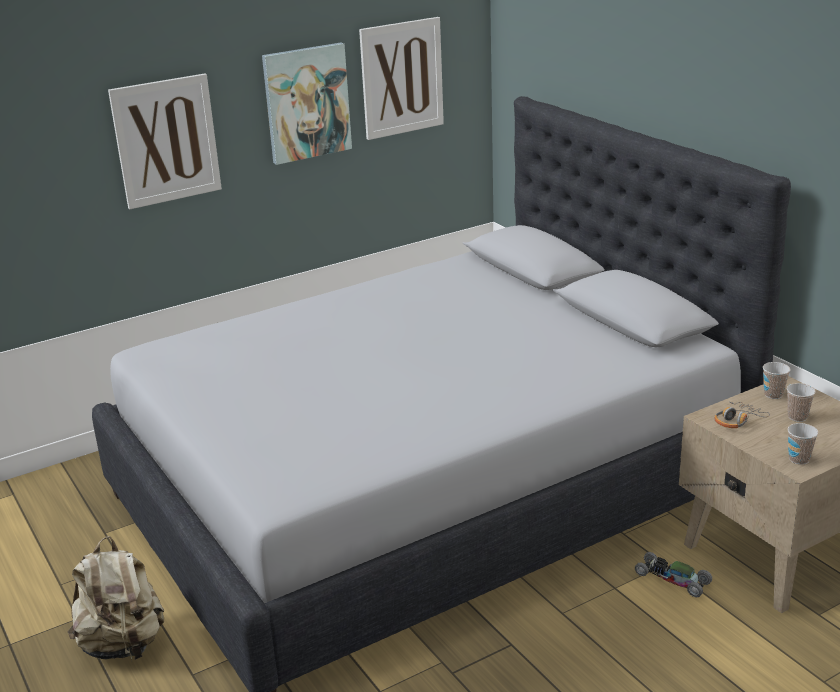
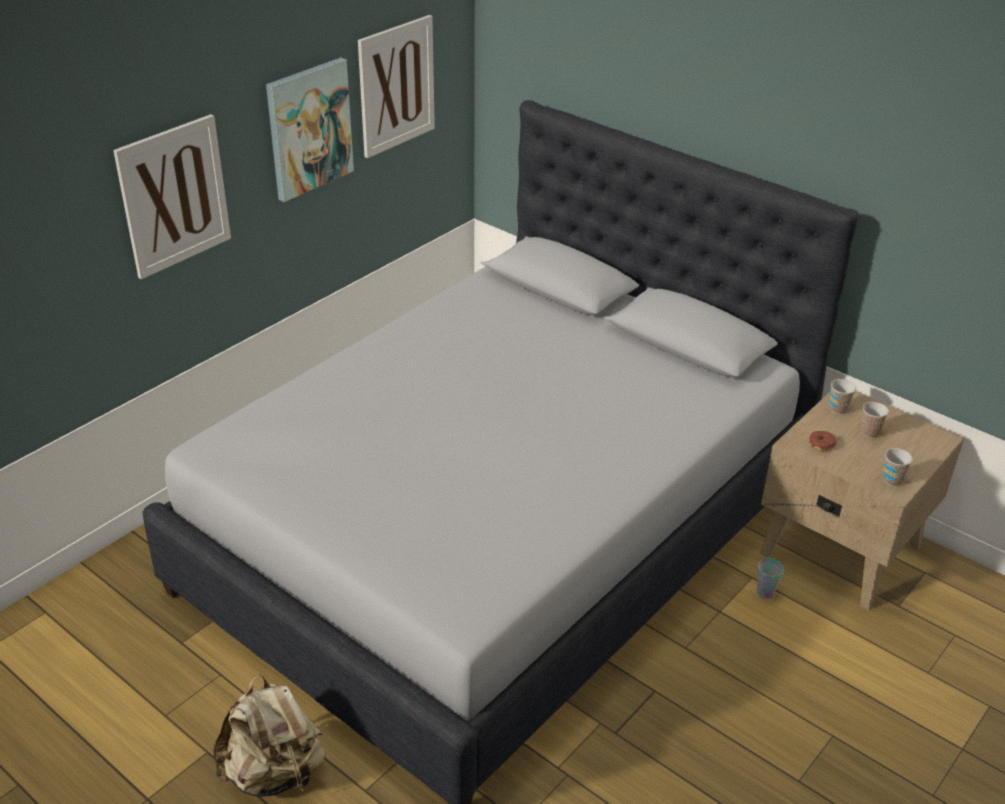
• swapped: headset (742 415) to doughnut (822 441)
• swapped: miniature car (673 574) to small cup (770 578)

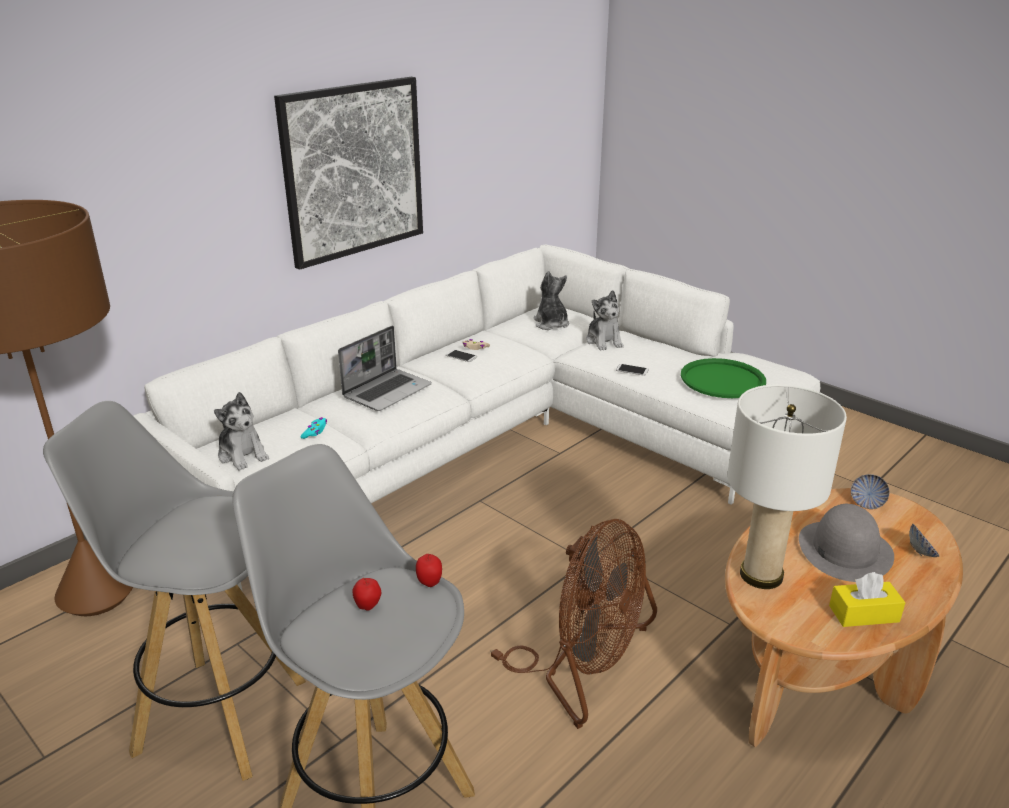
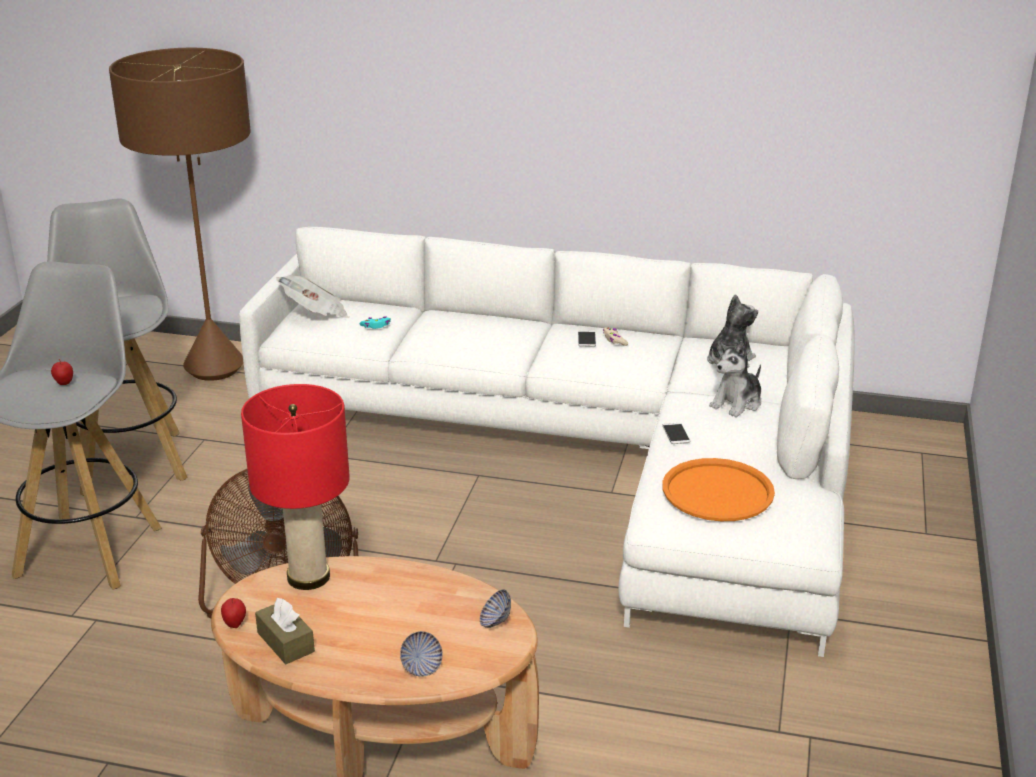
• gone: wall picture (348 173)
• gone: portable computer (385 368)
• repainted: green-coloured serving tray (723 378) to orange-coloured serving tray (718 489)
• repainted: whitish lamp for a table (787 486) to red lamp for a table (295 487)
• swapped: plush toy (241 431) to newspaper (312 296)
• gone: gray clothing hat (846 543)
• shifted: whole apple (429 570) to (233 613)
• repainted: yellowish tissue holder (867 599) to brown-coloured tissue holder (285 631)

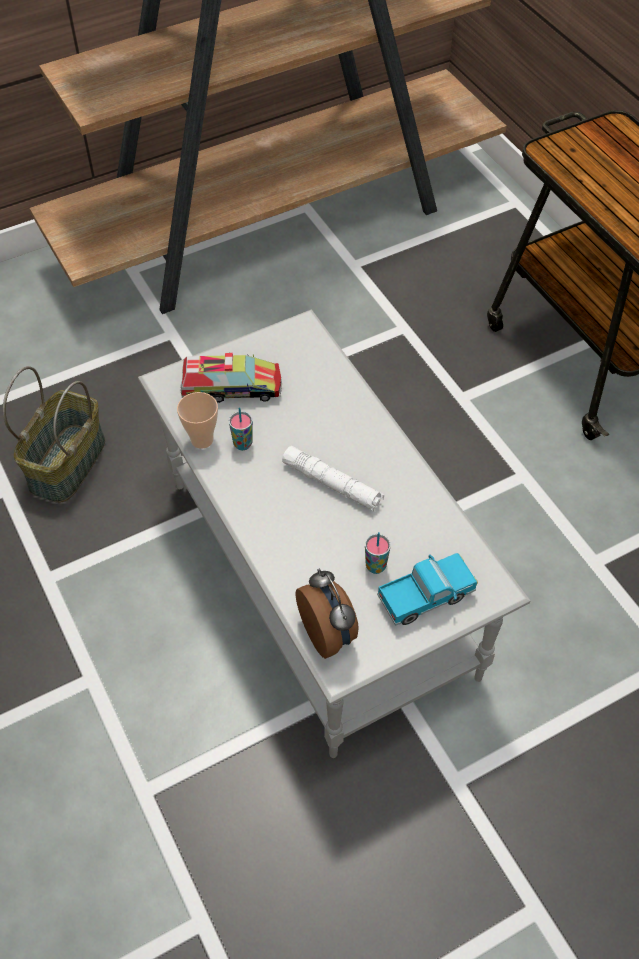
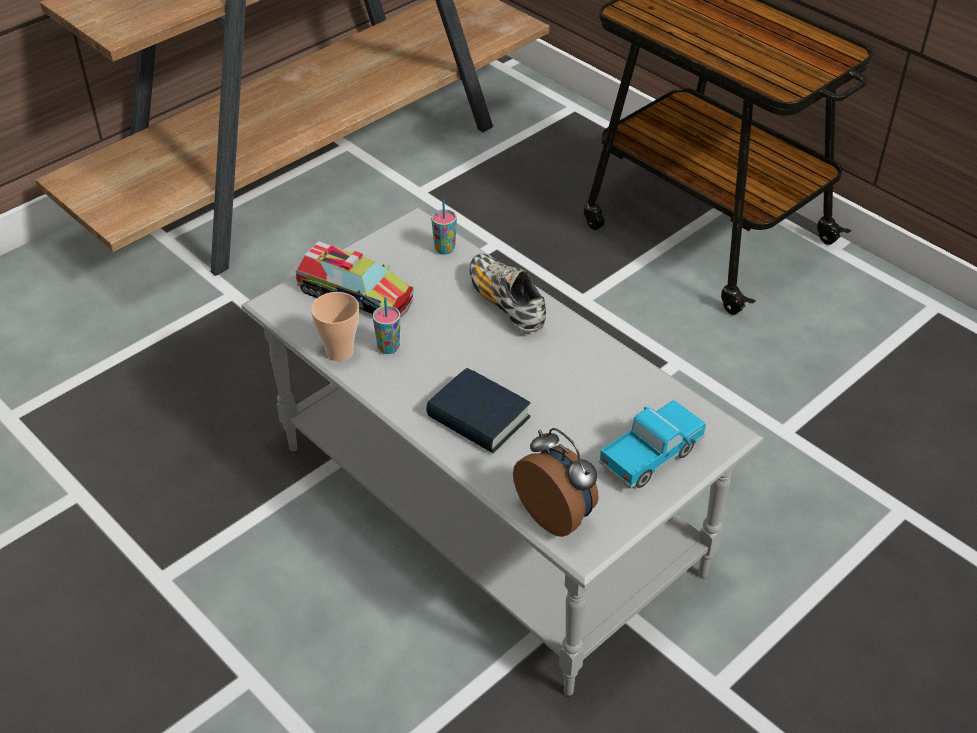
• rotated: model truck (231 378) = (355 279) 45 degrees clockwise
• gone: household basket (54 434)
• gone: whitish torch (333 478)
• shifted: small cup (378 553) to (444 227)
• new: shoe (507 293)
• new: volume (478 410)

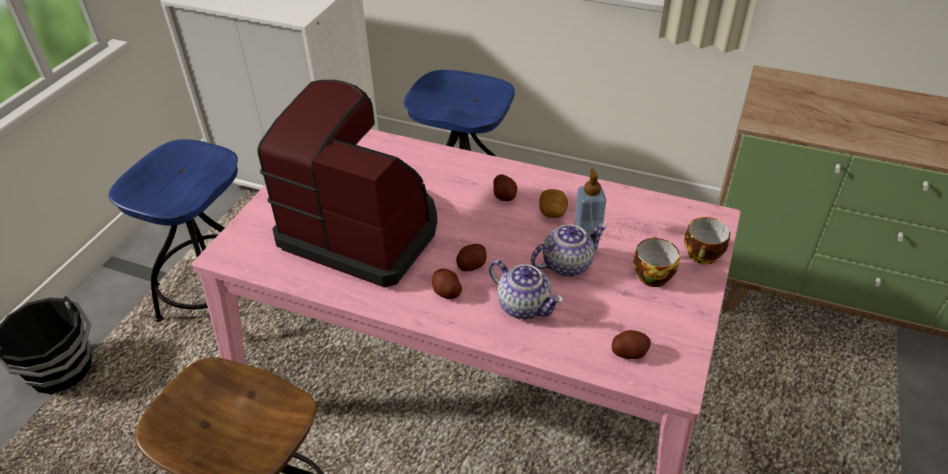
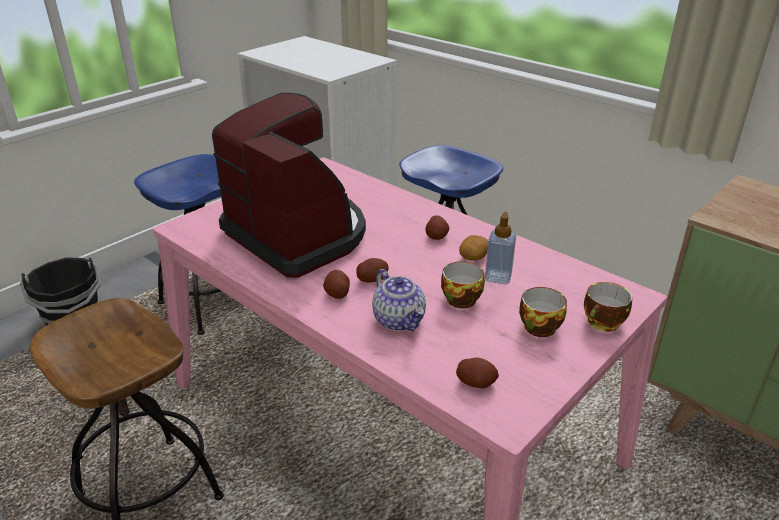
• swapped: tea pot (569 250) to small cup (463 285)

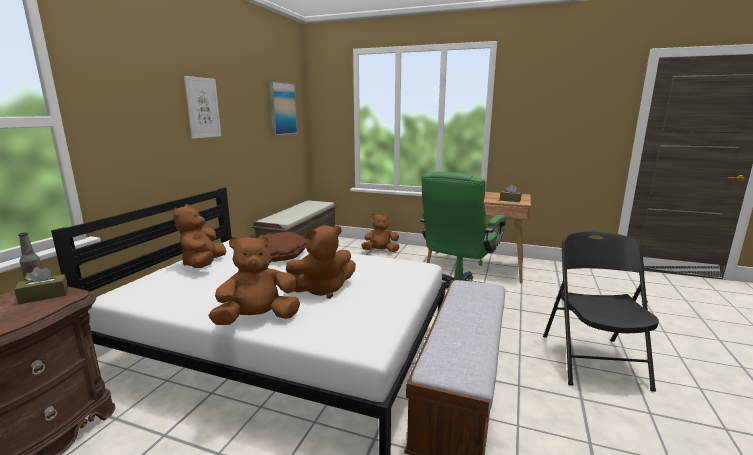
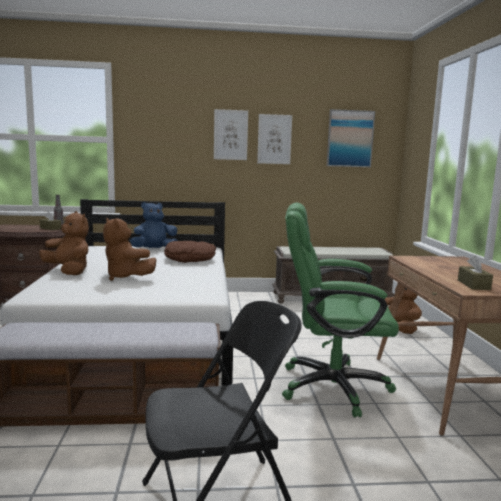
• repainted: brown-coloured plush toy (199 236) to blue-coloured plush toy (154 225)
• new: wall picture (274 139)

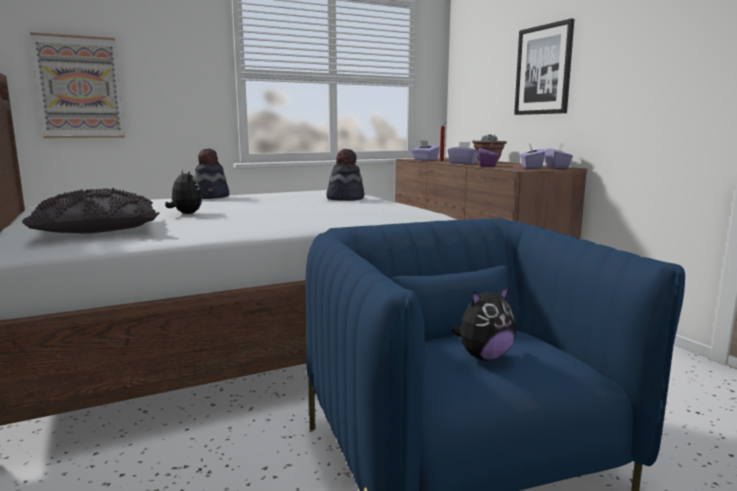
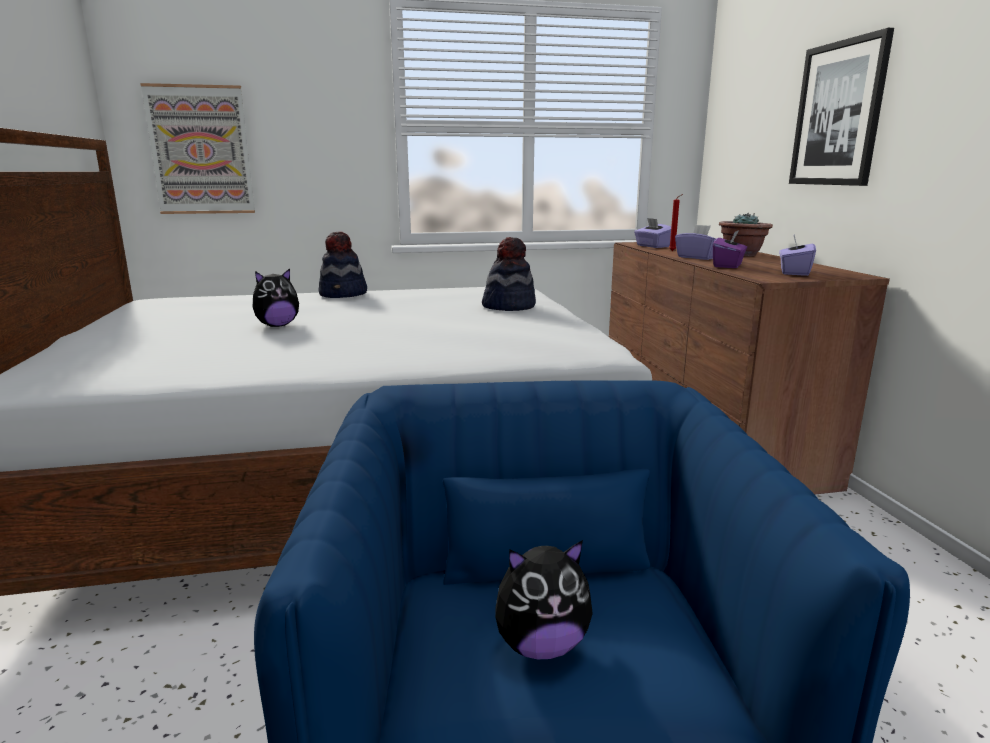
• gone: purple tissue holder (559 155)
• rotated: plush toy (183 192) = (276 297) 75 degrees clockwise
• gone: black throw pillow (90 210)

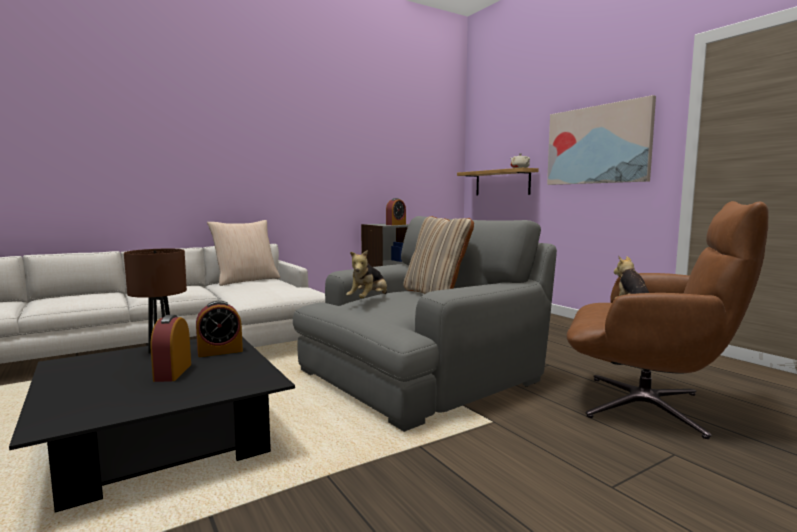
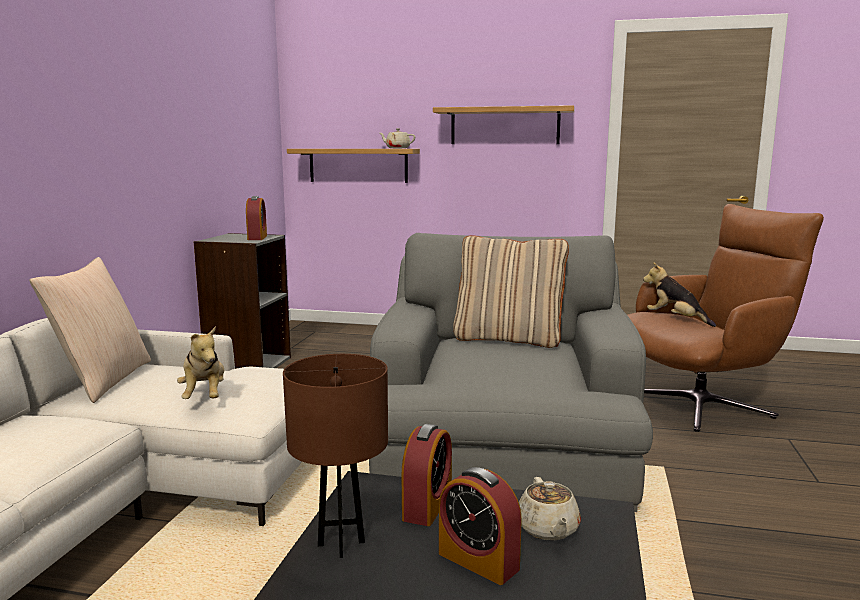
• swapped: wall picture (601 140) to shelf (504 124)
• shifted: plush toy (366 274) to (200 363)
• new: beige-coloured tea pot (550 509)

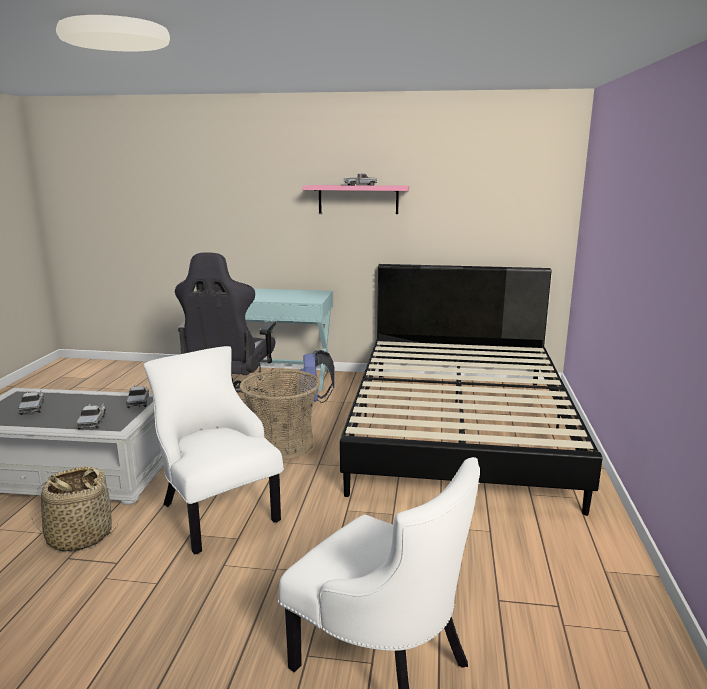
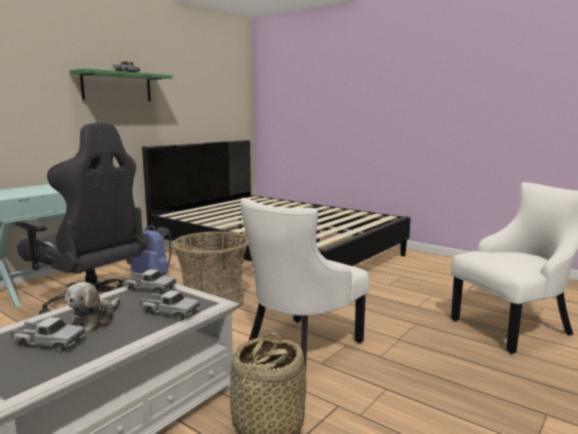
• repainted: pink shelf (355 199) to green-coloured shelf (121 84)
• rotated: whitish upright chair (213 450) = (305 284) 45 degrees counterclockwise
• new: plush toy (92 307)

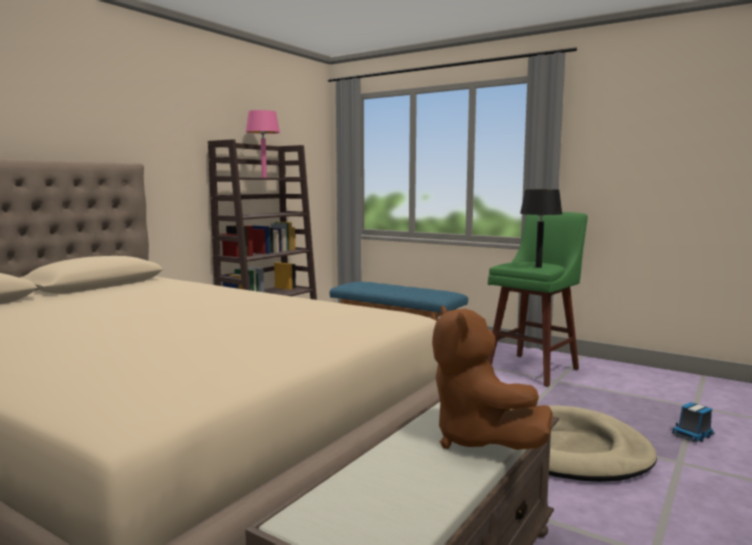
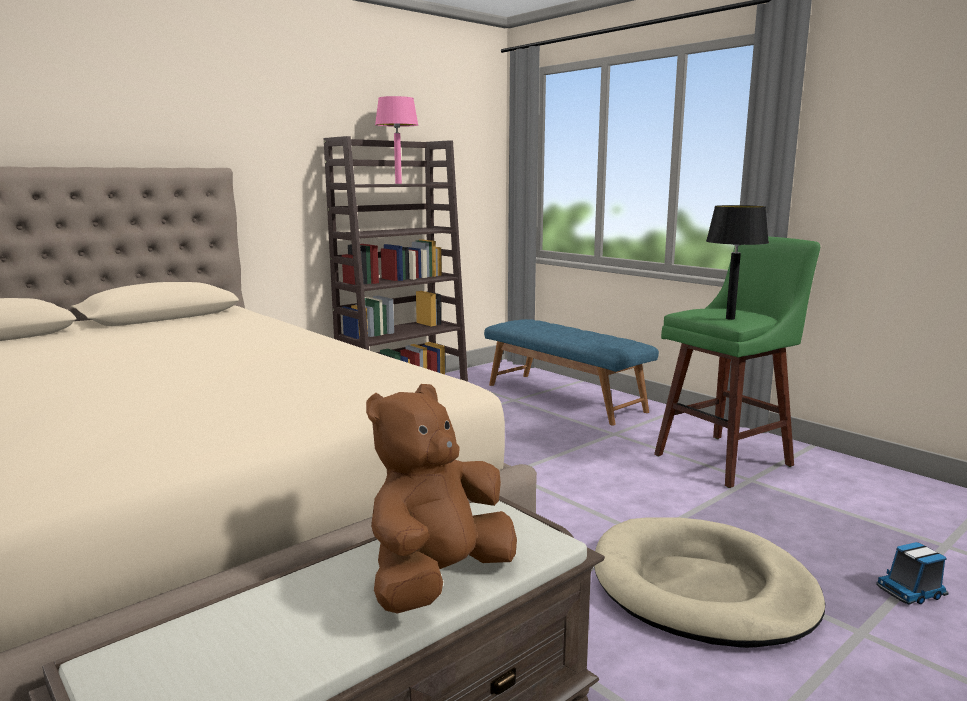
• rotated: brown-coloured plush toy (492 377) = (441 499) 45 degrees clockwise

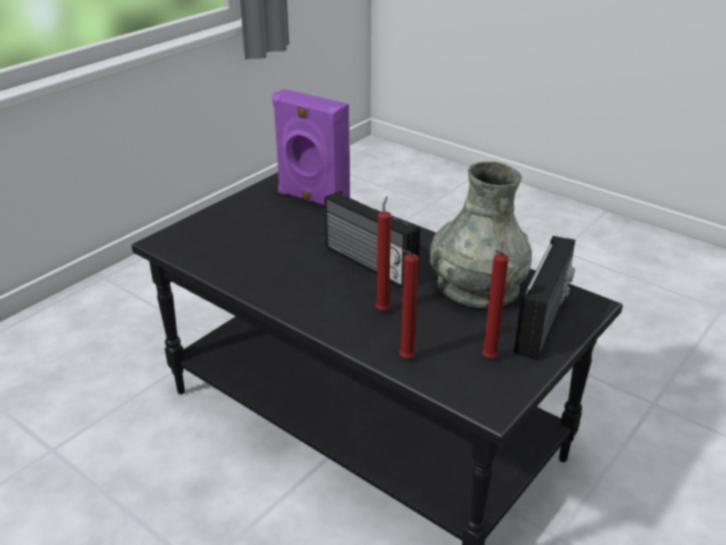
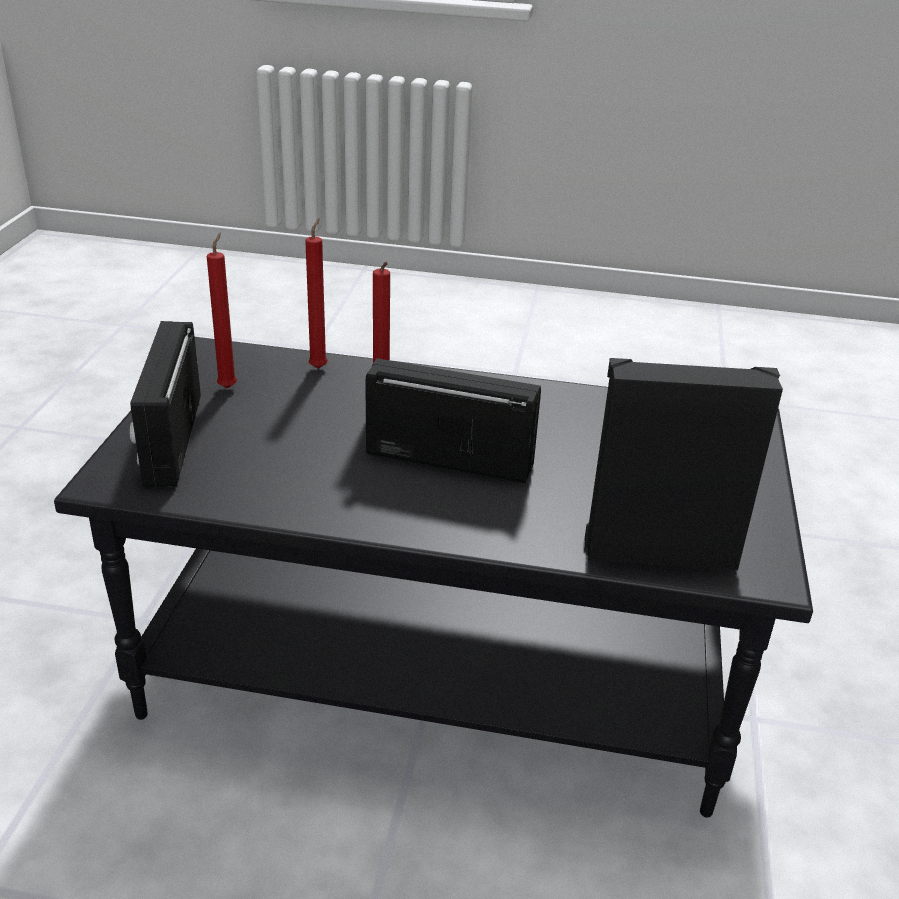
• repainted: purple audio speaker (311 147) to black audio speaker (683 464)
• gone: gray flower vase (481 234)

